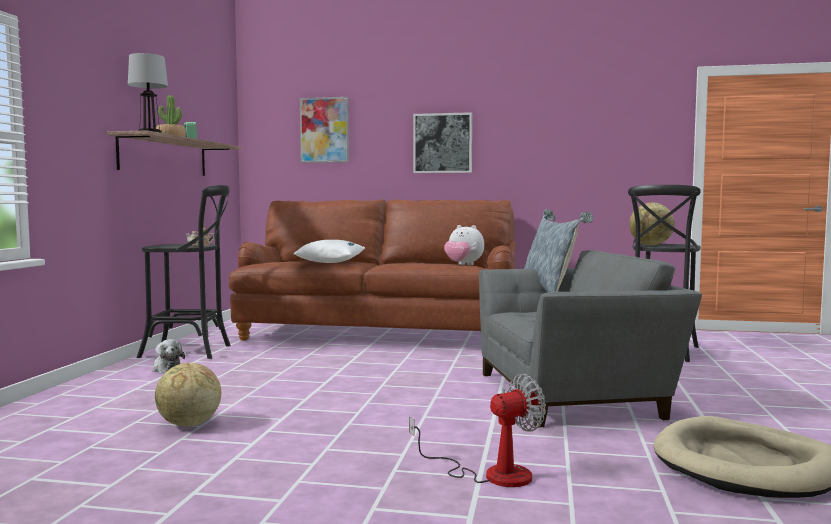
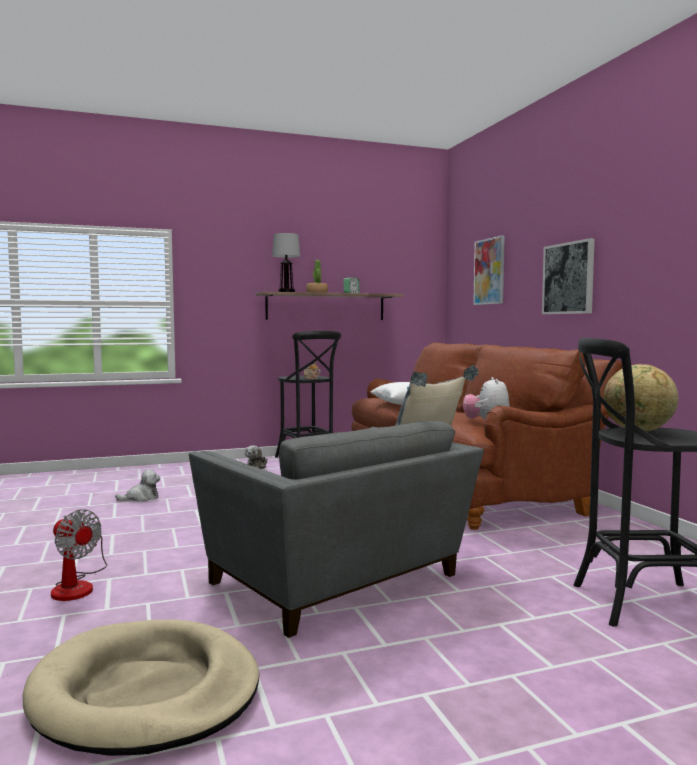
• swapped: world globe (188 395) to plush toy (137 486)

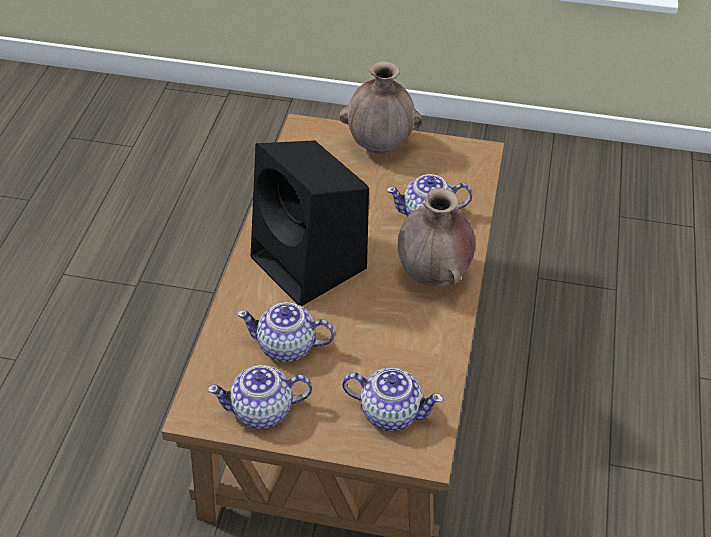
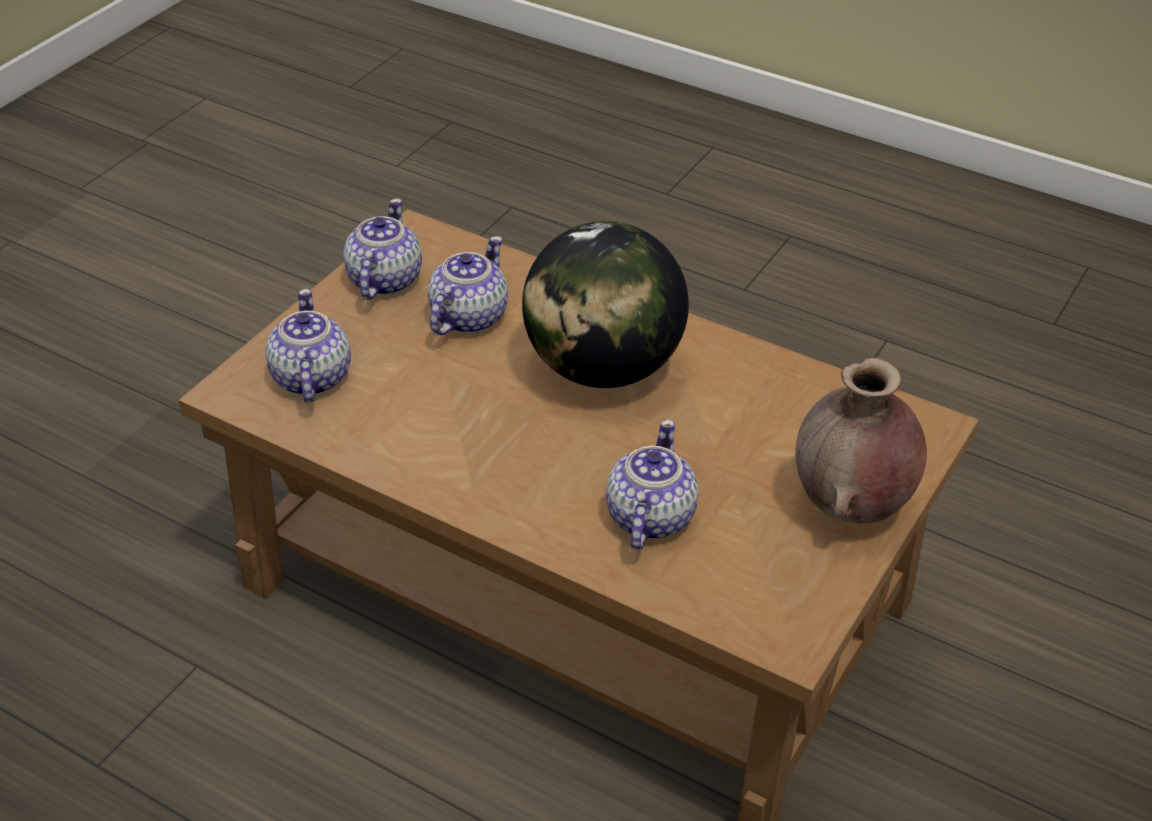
• swapped: black audio speaker (310 223) to world globe (605 304)
• gone: brown-coloured flower vase (436 237)
• rotated: tea pot (392 399) = (308 346) 135 degrees clockwise

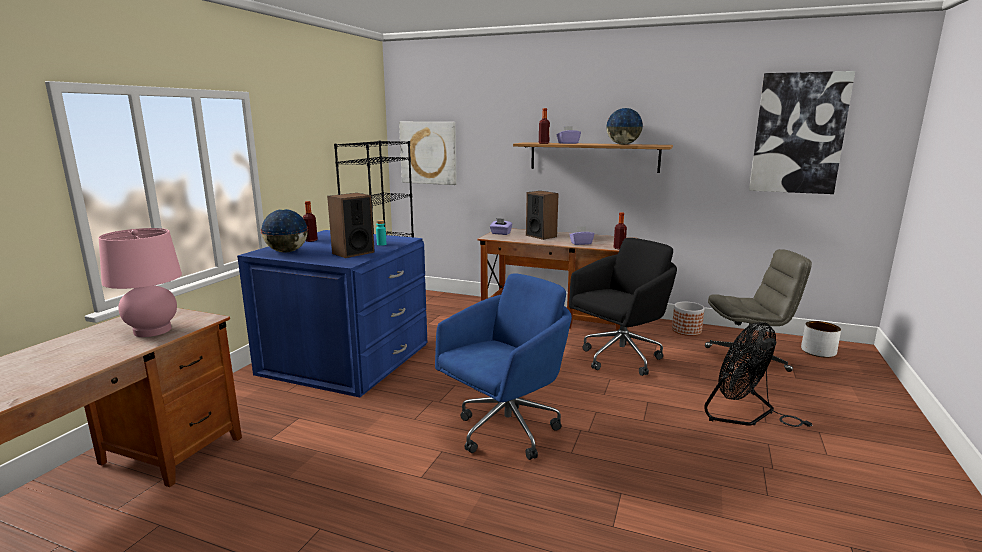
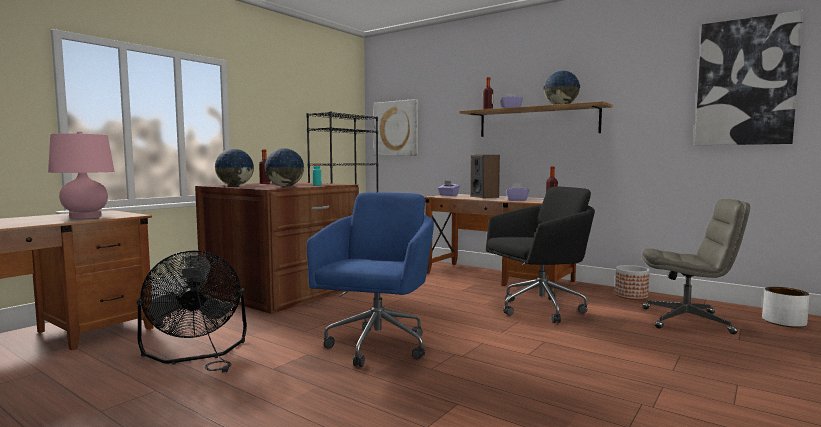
• swapped: audio speaker (351 225) to world globe (284 167)
• repainted: blue-coloured drawer chest (332 313) to brown-coloured drawer chest (277 248)
• rotated: blue-coloured desk chair (503 367) = (370 279) 45 degrees counterclockwise
• shifted: black fan (758 374) to (192 311)

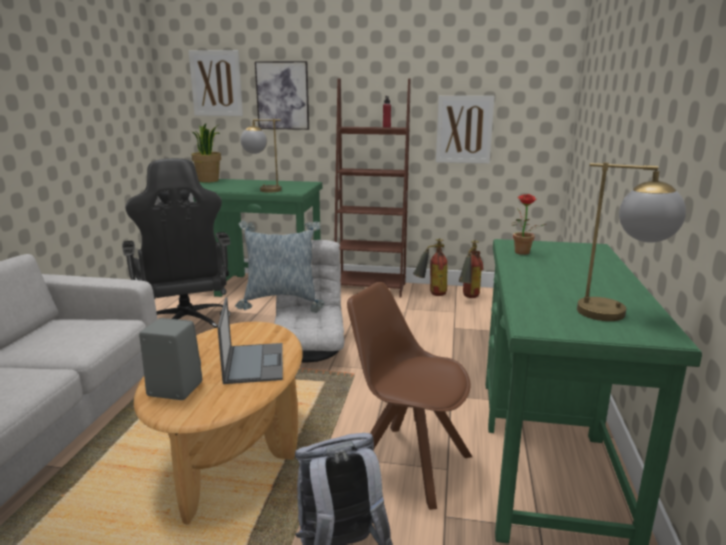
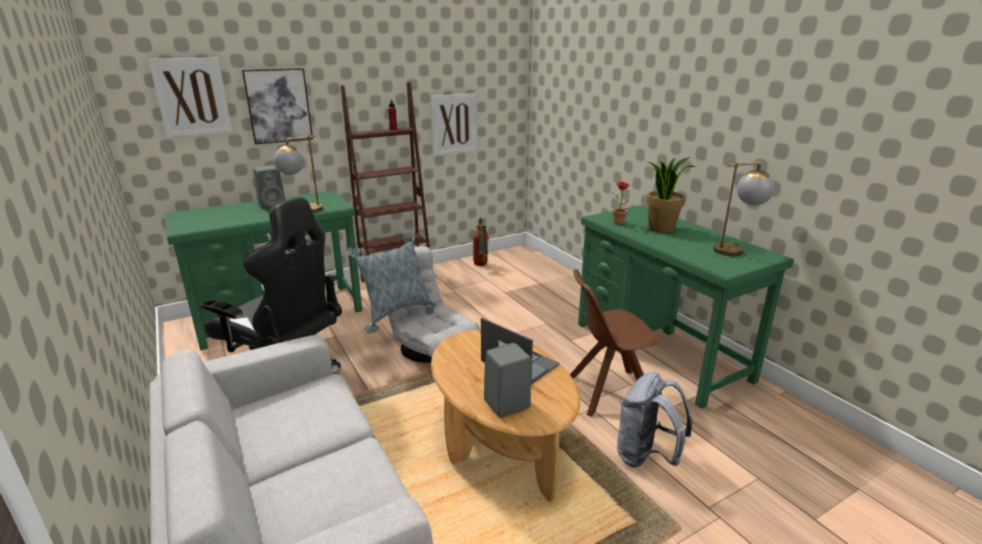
• shifted: potted plant (206 153) to (670 195)
• gone: extinguisher (430 267)
• new: gray audio speaker (269 187)

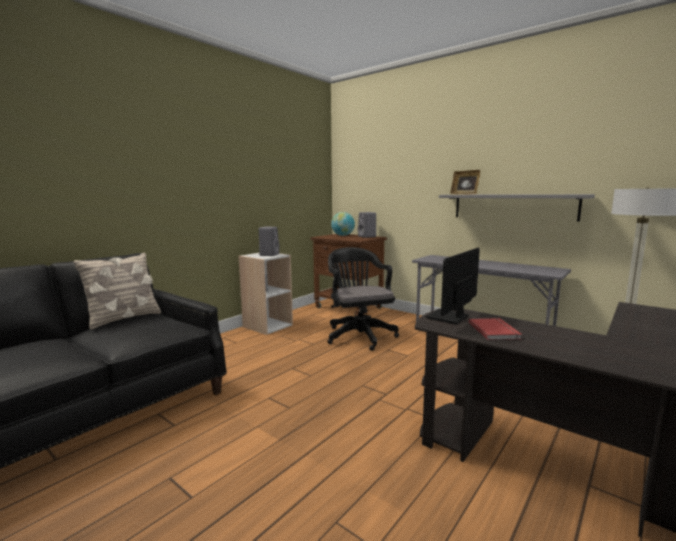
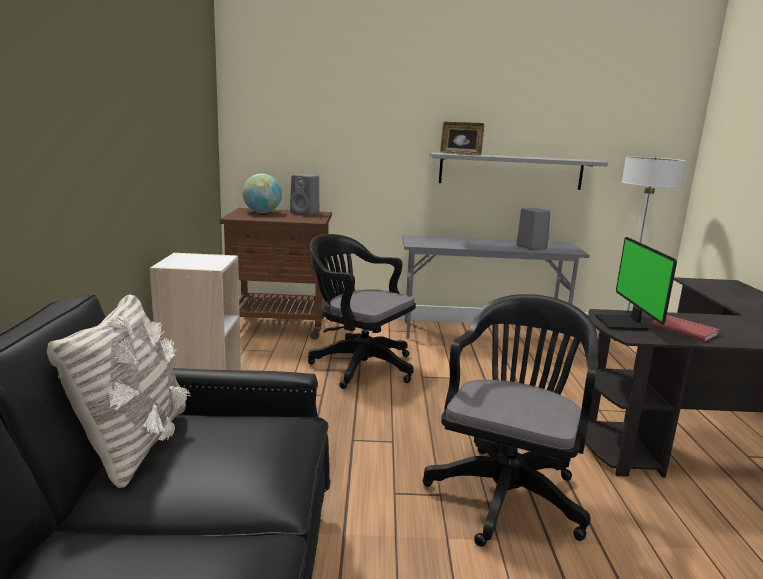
• shifted: gray audio speaker (269 241) to (533 229)
• new: black desk chair (510 420)

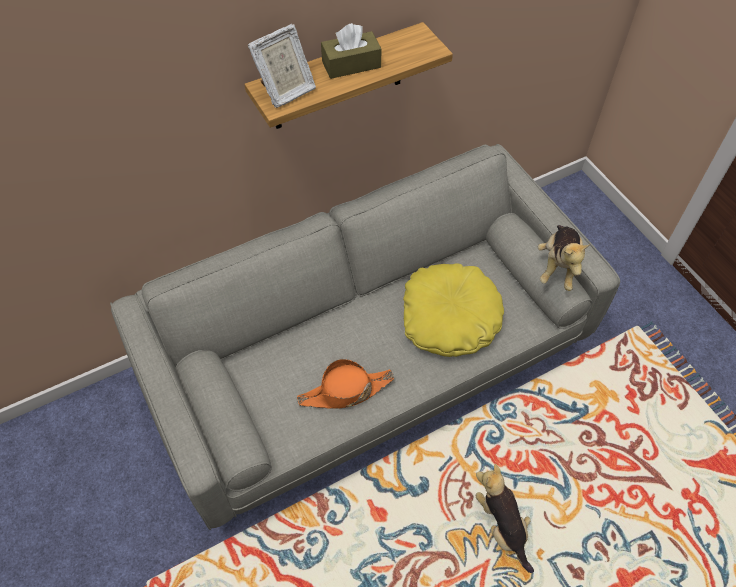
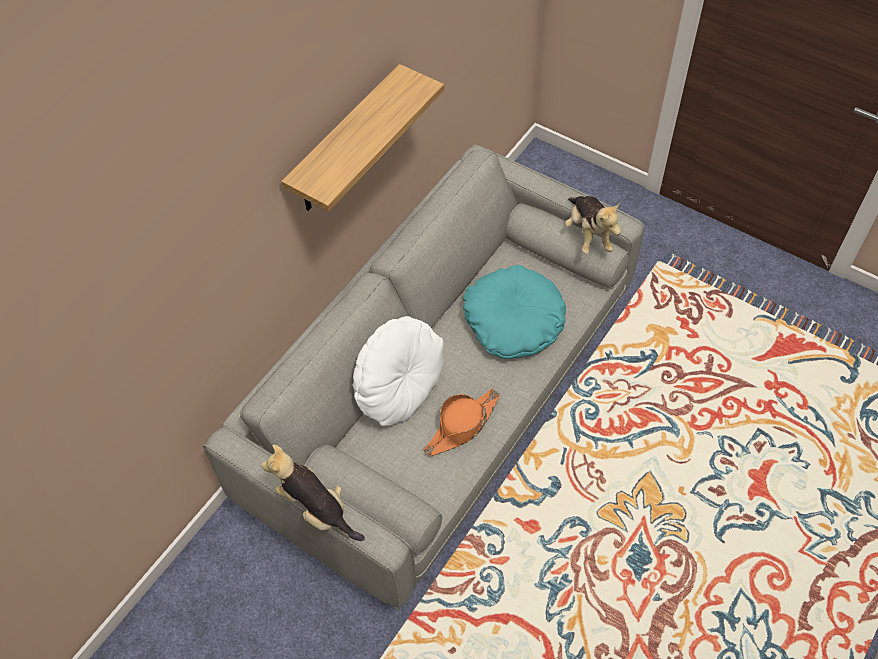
• gone: brown-coloured tissue holder (351 51)
• gone: picture frame (282 66)
• repainted: yellowish throw pillow (453 310) to turquoise-coloured throw pillow (514 312)
• shifted: plush toy (505 518) to (313 493)
• new: whitish throw pillow (398 371)

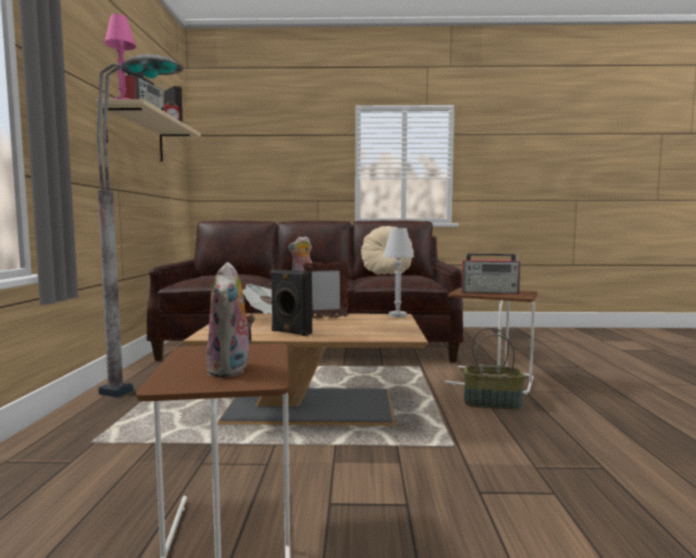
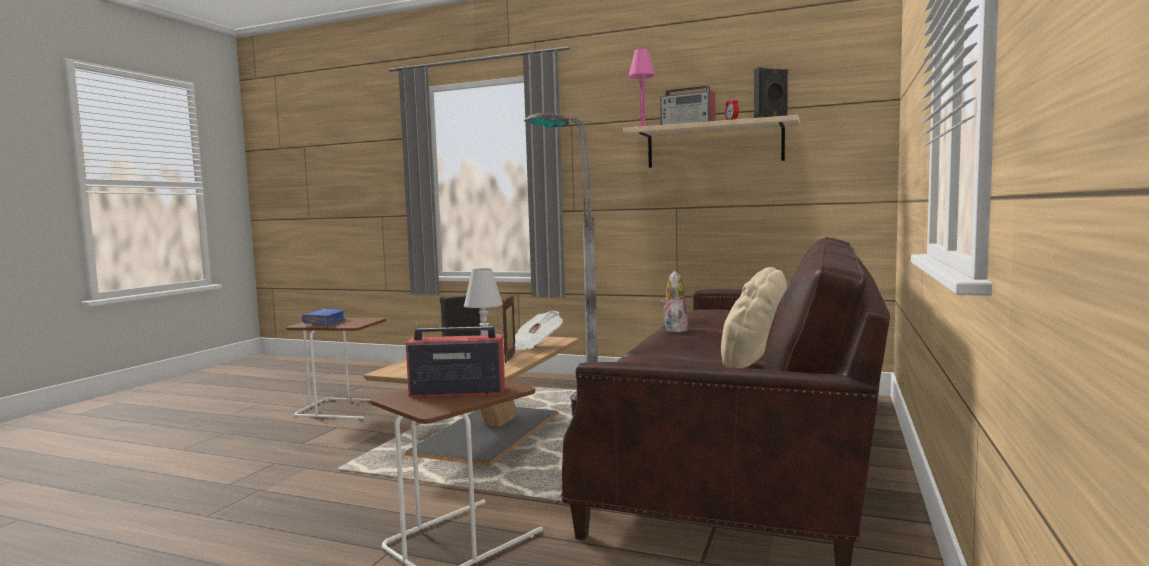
• rotated: radio receiver (491 273) = (455 359) 60 degrees clockwise
• swapped: plush toy (231 319) to blue-coloured volume (324 317)
• gone: household basket (494 368)

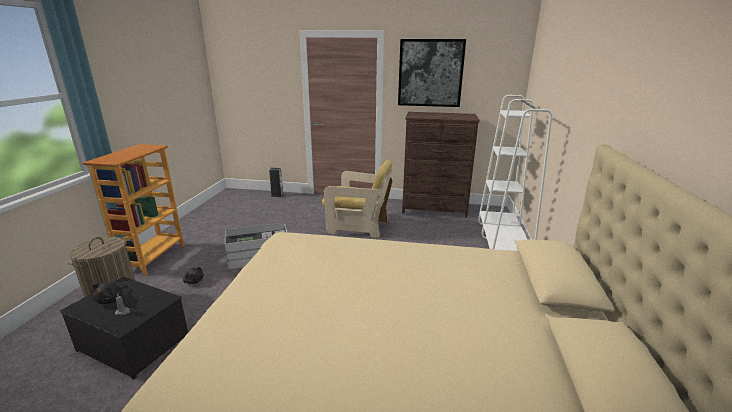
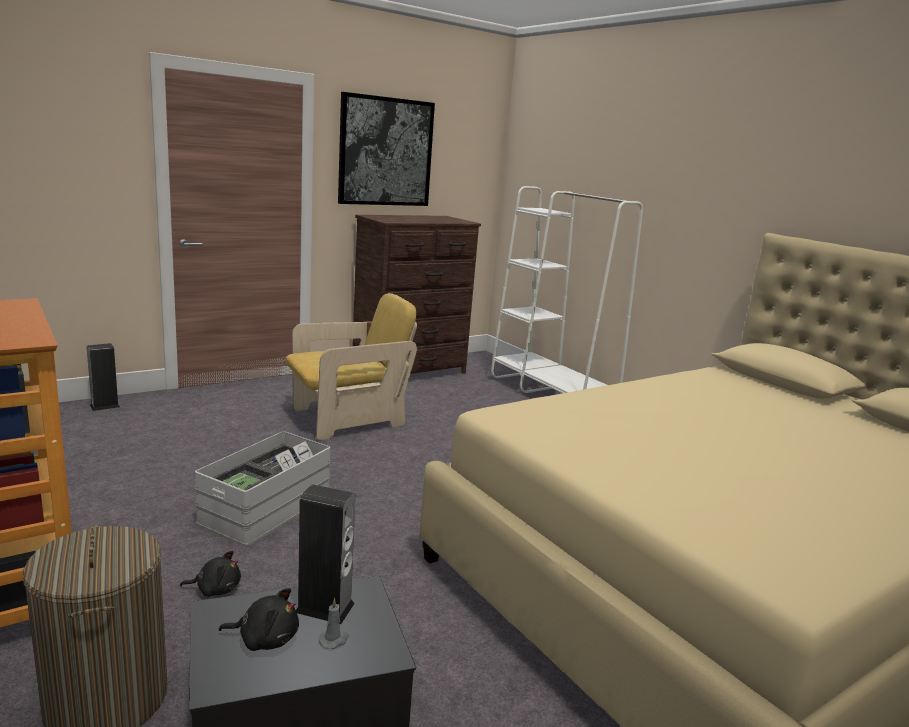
• rotated: black plush toy (110 293) = (259 619) 60 degrees counterclockwise
• new: audio speaker (325 554)

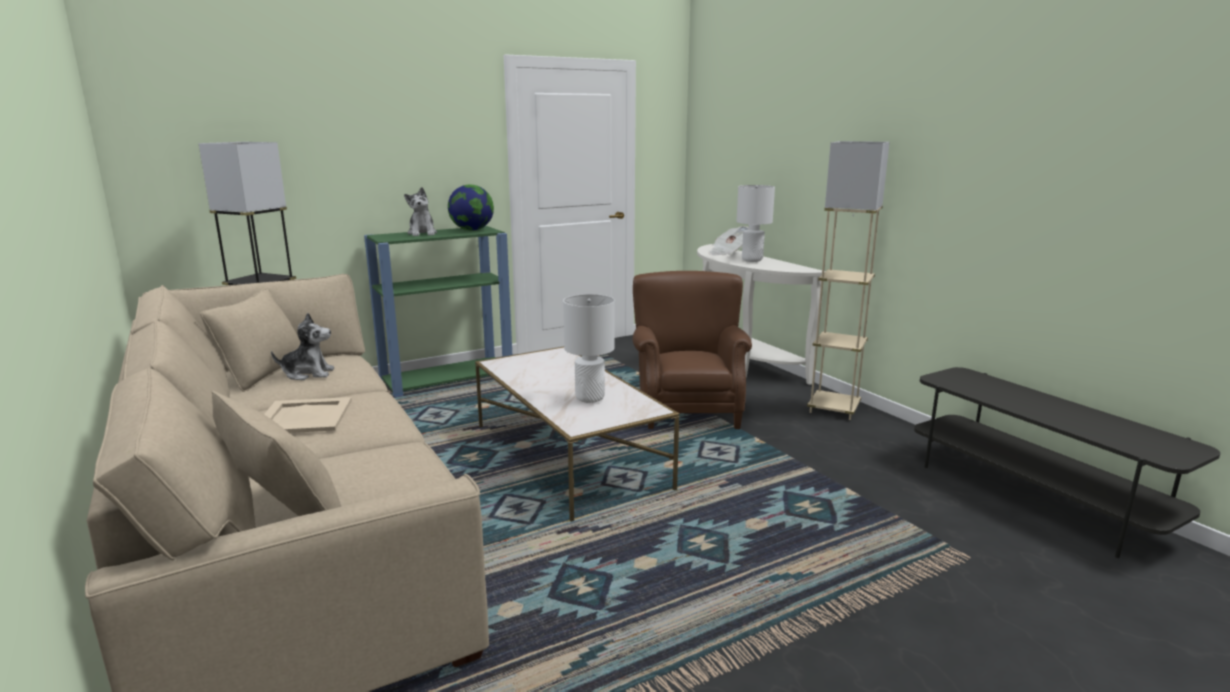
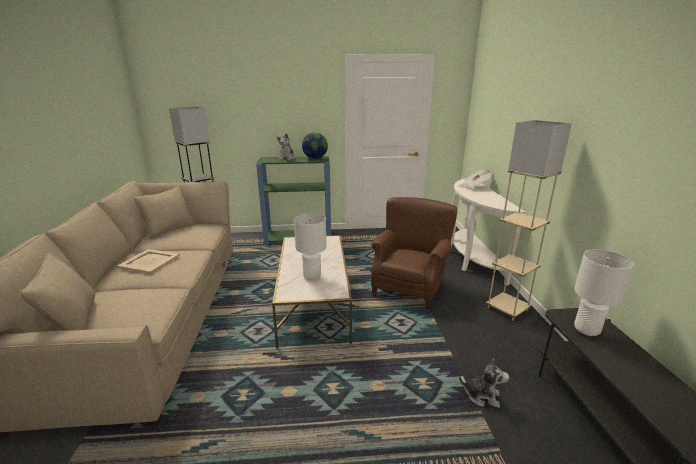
• shifted: whitish lamp for a table (755 223) to (604 292)
• shifted: plush toy (302 346) to (484 383)

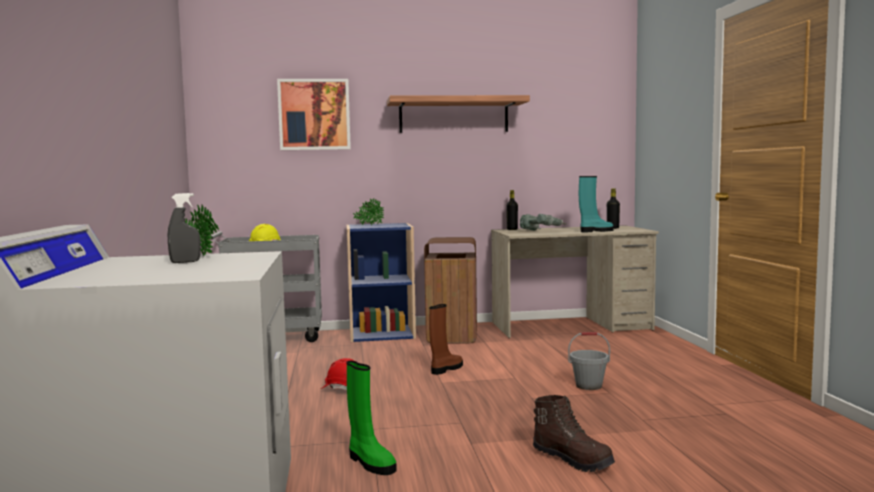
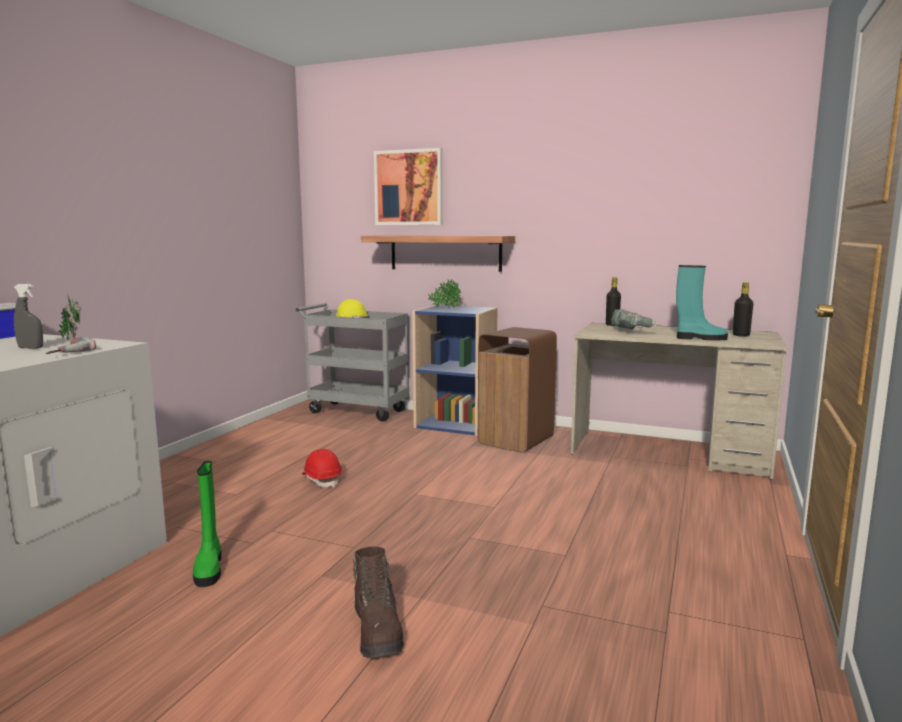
• shifted: shelf (458 114) to (438 254)
• gone: brown-coloured boot (446 339)
• gone: gray bucket (589 361)
• new: electric drill (71 345)

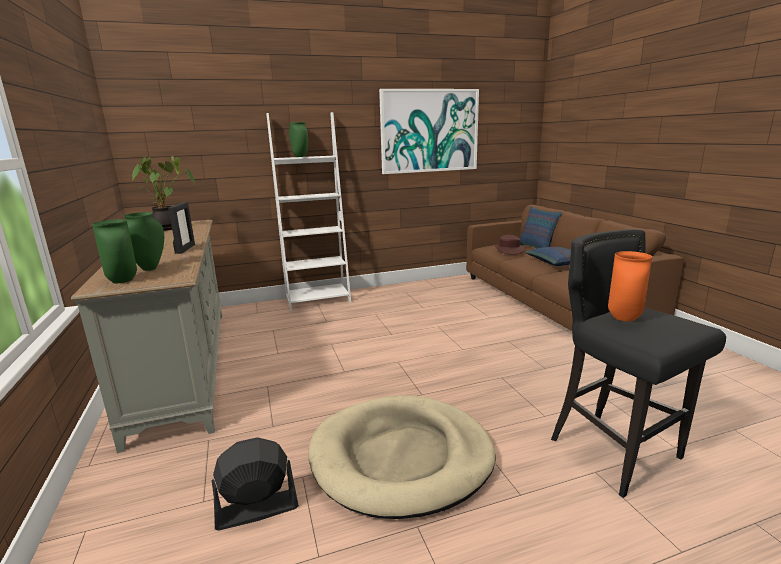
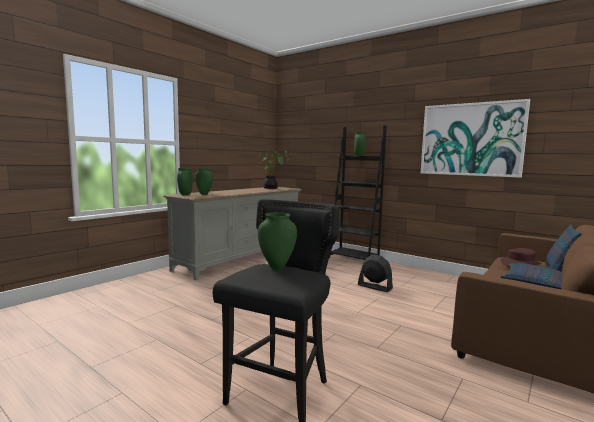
• repainted: whitish bookcase (308 211) to black bookcase (358 192)
• gone: picture frame (181 228)
• repainted: orange-coloured flower vase (630 286) to green-coloured flower vase (277 241)
• gone: beige-coloured dog bed (402 457)
• shifted: black fan (255 483) to (375 273)

